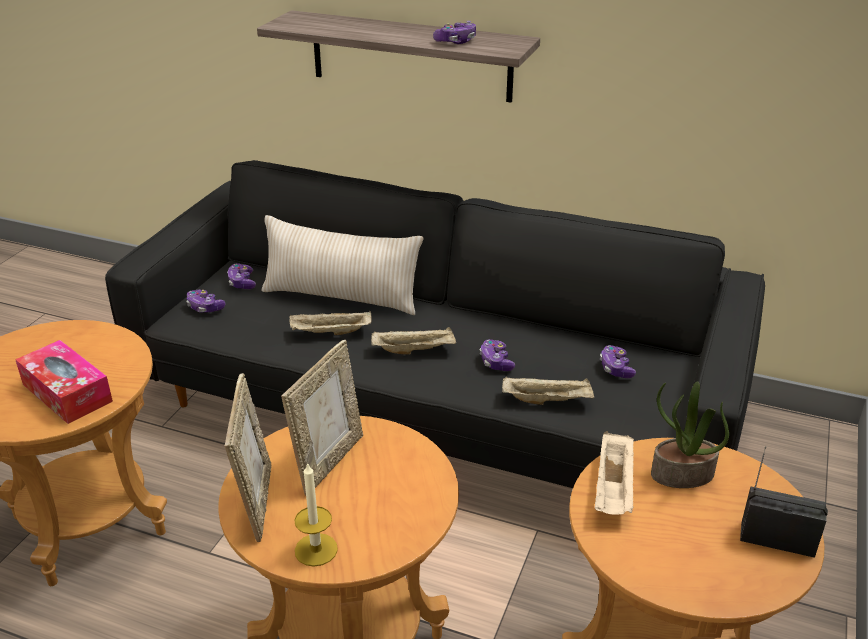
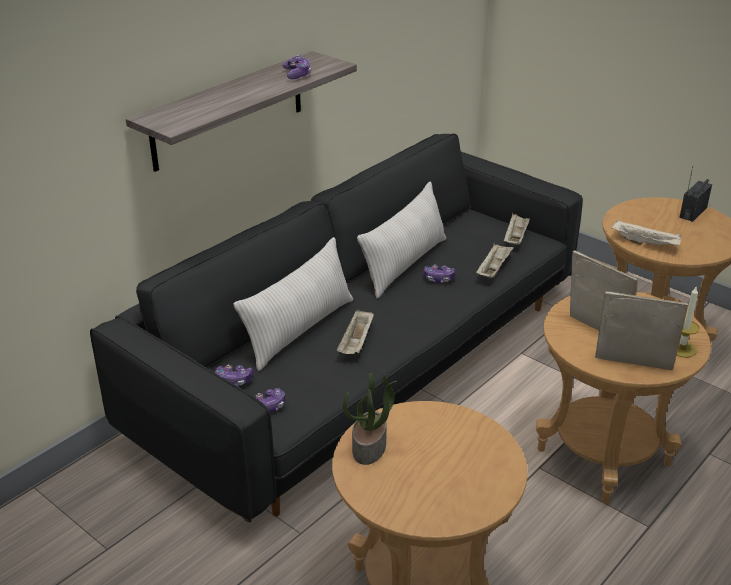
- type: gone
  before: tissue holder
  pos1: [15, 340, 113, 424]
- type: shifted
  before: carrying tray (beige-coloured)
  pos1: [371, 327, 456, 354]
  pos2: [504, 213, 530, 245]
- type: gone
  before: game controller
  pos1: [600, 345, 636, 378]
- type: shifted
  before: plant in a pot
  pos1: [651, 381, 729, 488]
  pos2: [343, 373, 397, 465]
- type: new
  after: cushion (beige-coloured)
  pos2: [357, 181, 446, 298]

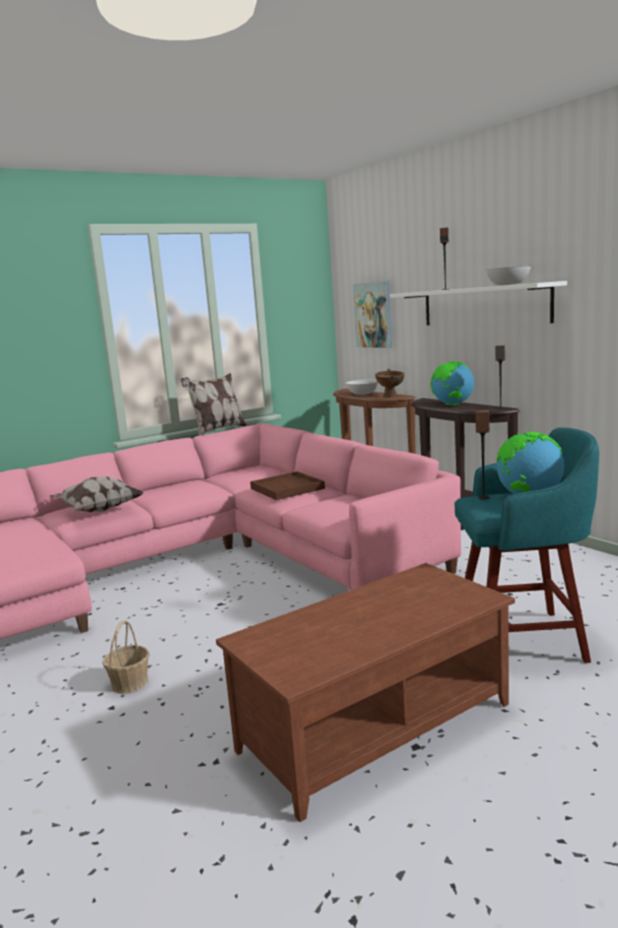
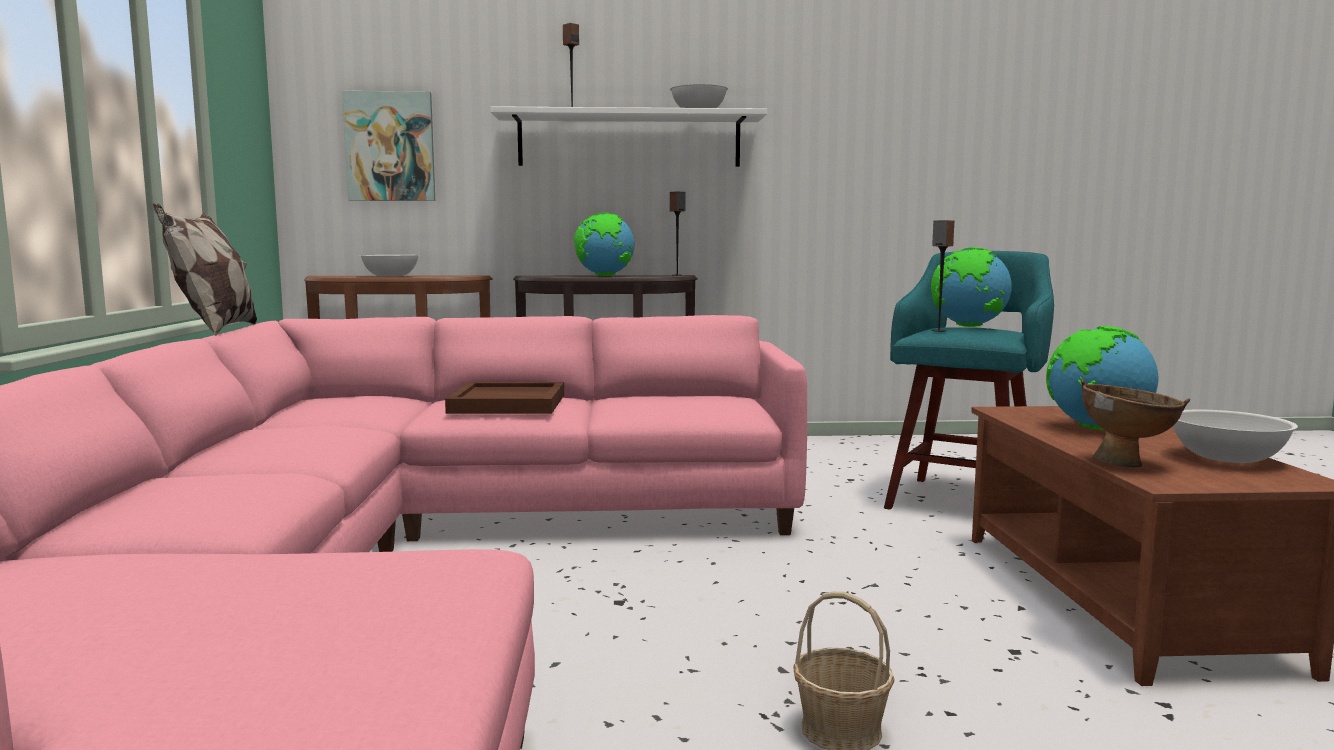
- type: gone
  before: cushion
  pos1: [49, 476, 144, 513]
- type: shifted
  before: bowl (brown)
  pos1: [375, 369, 404, 397]
  pos2: [1081, 380, 1190, 468]
- type: new
  after: globe
  pos2: [1046, 326, 1158, 430]
- type: new
  after: bowl (white)
  pos2: [1173, 410, 1298, 463]

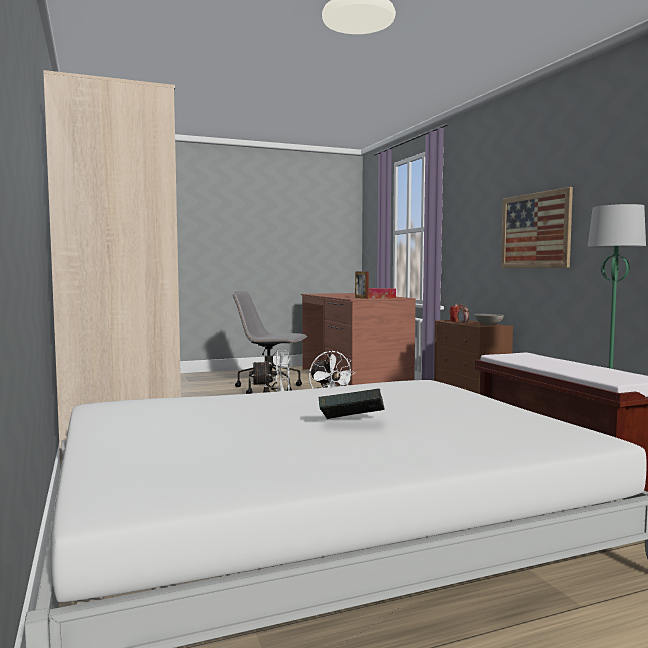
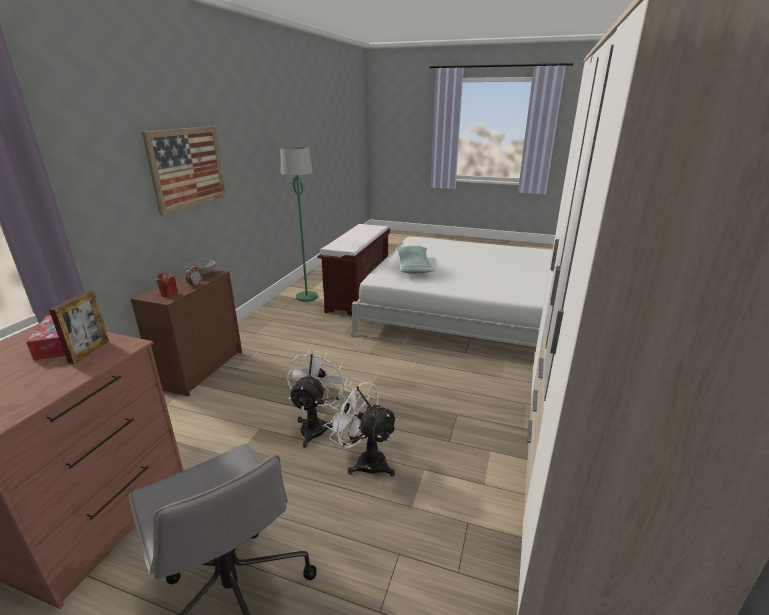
- type: gone
  before: bound book
  pos1: [319, 388, 385, 419]
- type: new
  after: cushion
  pos2: [396, 246, 435, 274]

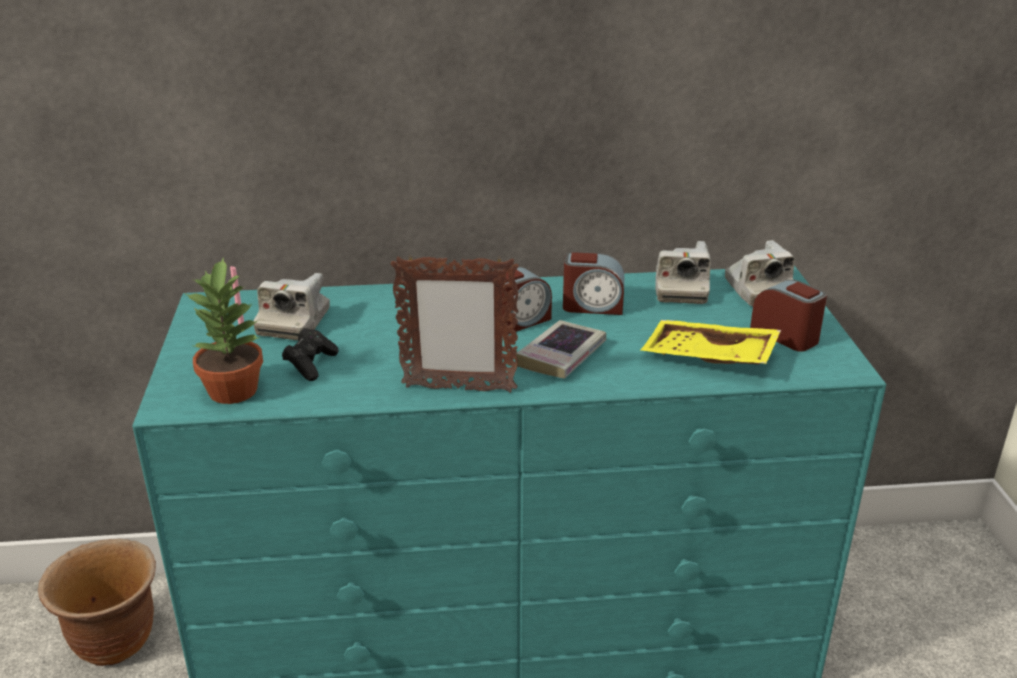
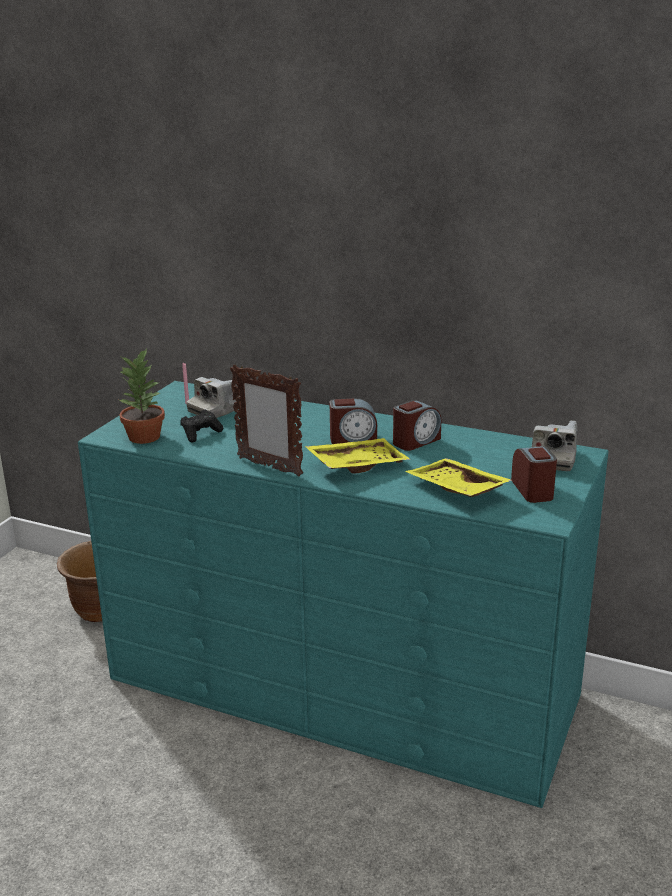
- type: swapped
  before: bound book
  after: carrying tray (yellowish)
  pos1: [516, 320, 606, 378]
  pos2: [305, 438, 411, 473]
- type: rotated
  before: table clock
  pos1: [563, 252, 624, 315]
  pos2: [393, 400, 441, 451]
  turn: -75
- type: gone
  before: still camera
  pos1: [655, 241, 711, 304]

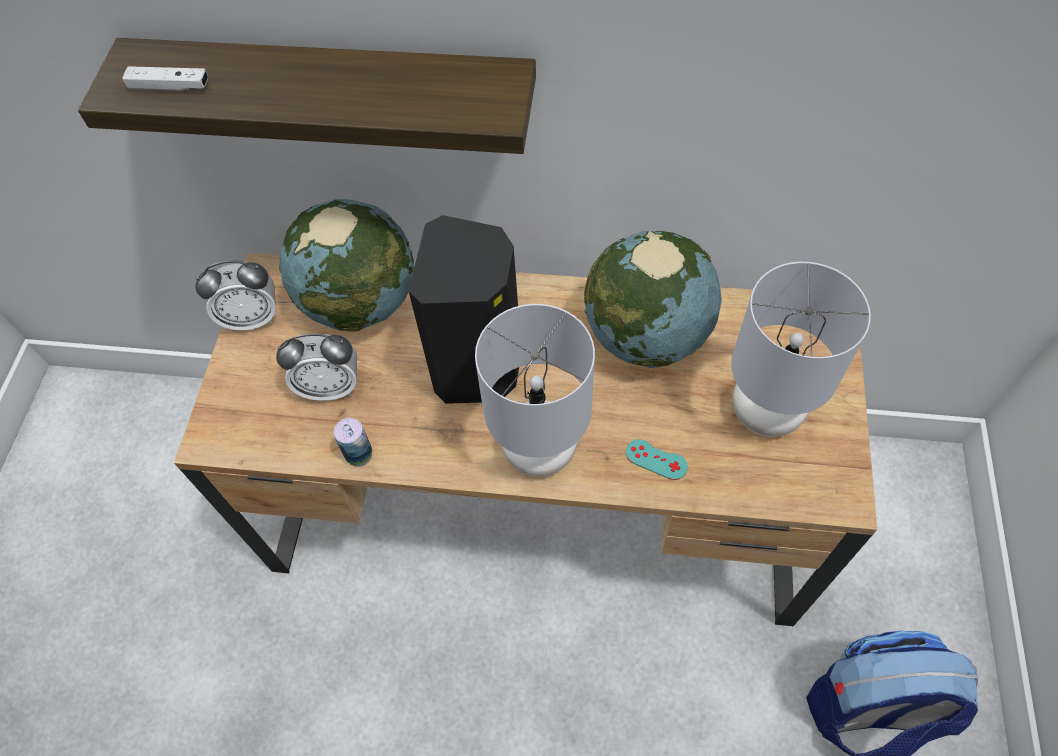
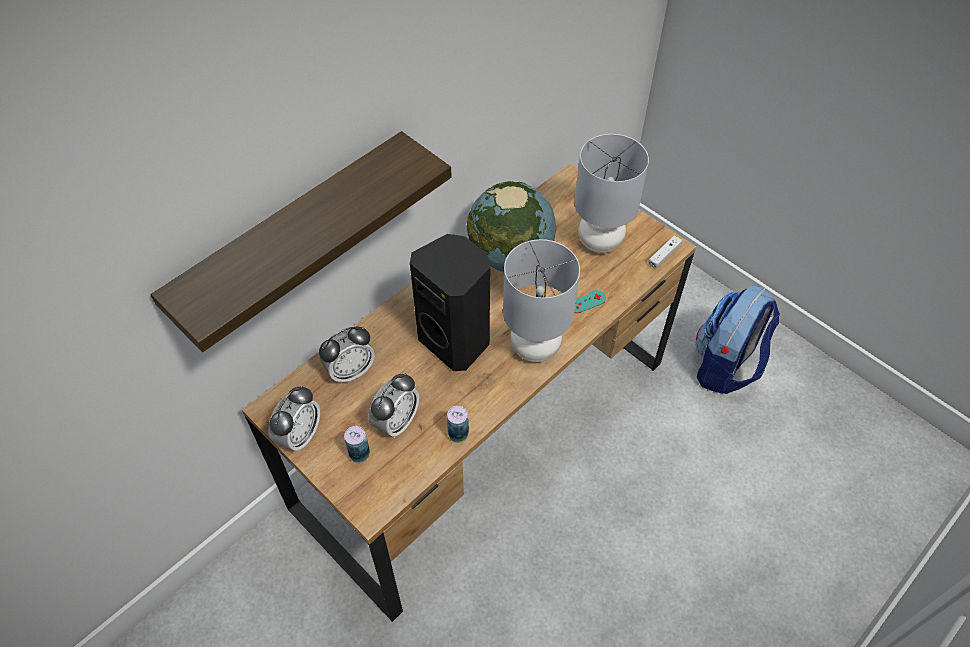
- type: shifted
  before: game controller (white)
  pos1: [122, 66, 208, 91]
  pos2: [648, 235, 682, 268]
- type: swapped
  before: globe
  after: table clock
  pos1: [279, 199, 415, 332]
  pos2: [319, 327, 375, 384]
- type: new
  after: sealed can
  pos2: [344, 426, 370, 463]

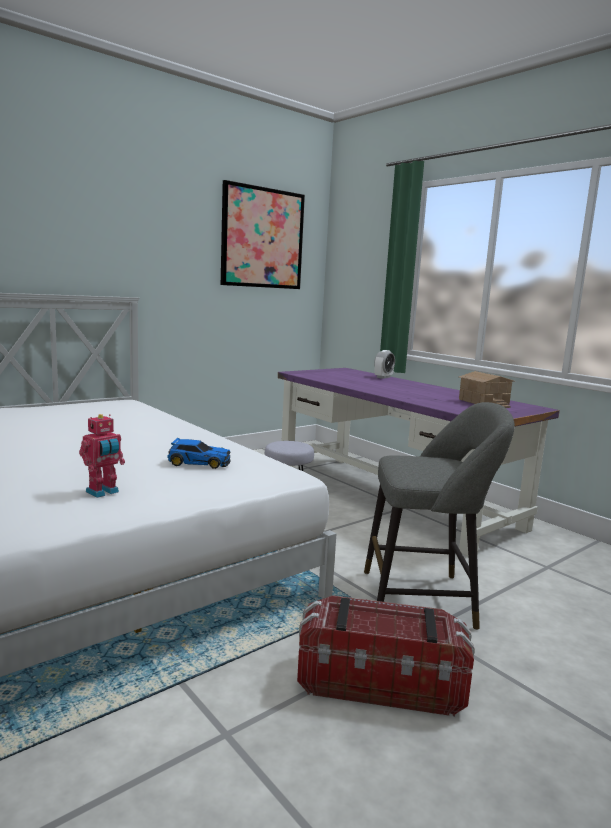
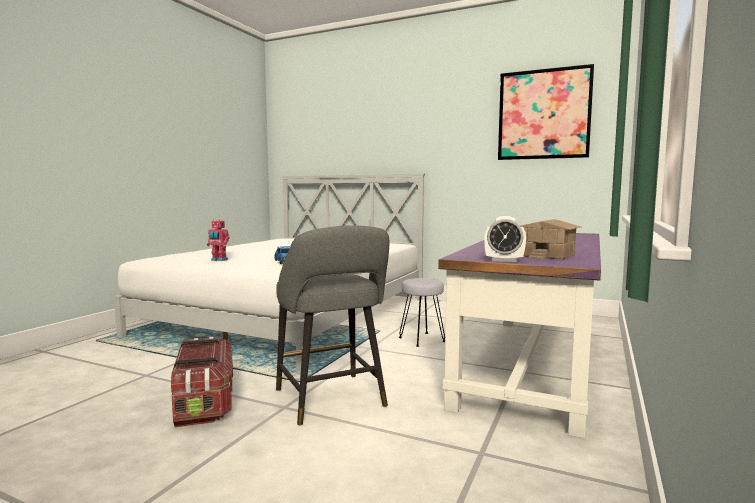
- type: shifted
  before: table clock
  pos1: [374, 350, 395, 379]
  pos2: [484, 216, 526, 262]

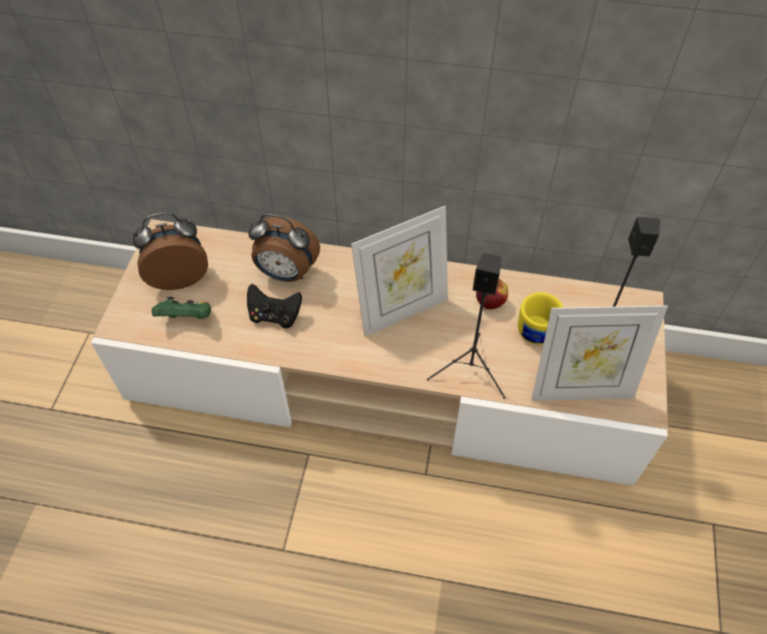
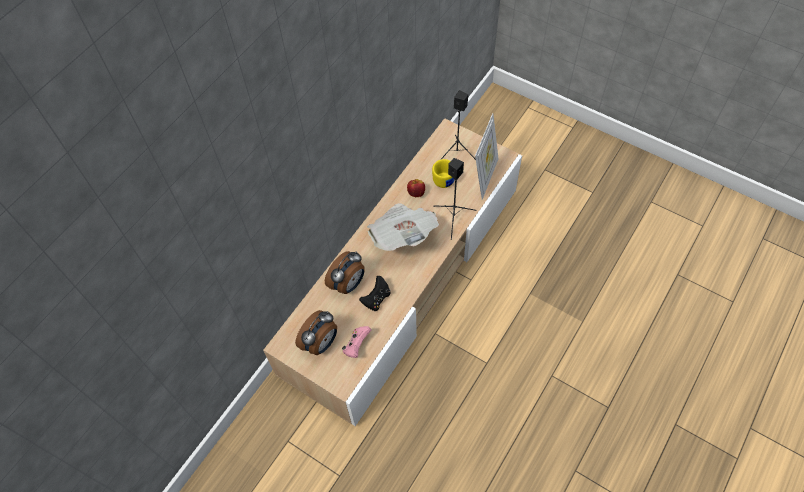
- type: rotated
  before: table clock
  pos1: [133, 212, 208, 290]
  pos2: [295, 310, 337, 355]
  turn: -150
- type: repainted
  before: game controller (green)
  after: game controller (pinkish)
  pos1: [152, 297, 211, 319]
  pos2: [342, 326, 372, 358]
- type: swapped
  before: photo frame
  after: printed paper
  pos1: [351, 206, 448, 337]
  pos2: [367, 203, 439, 251]

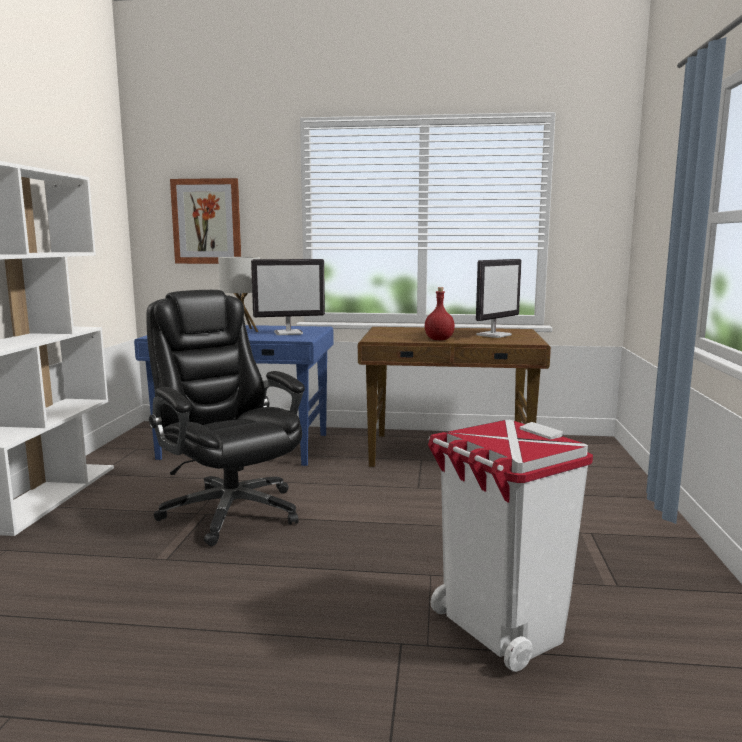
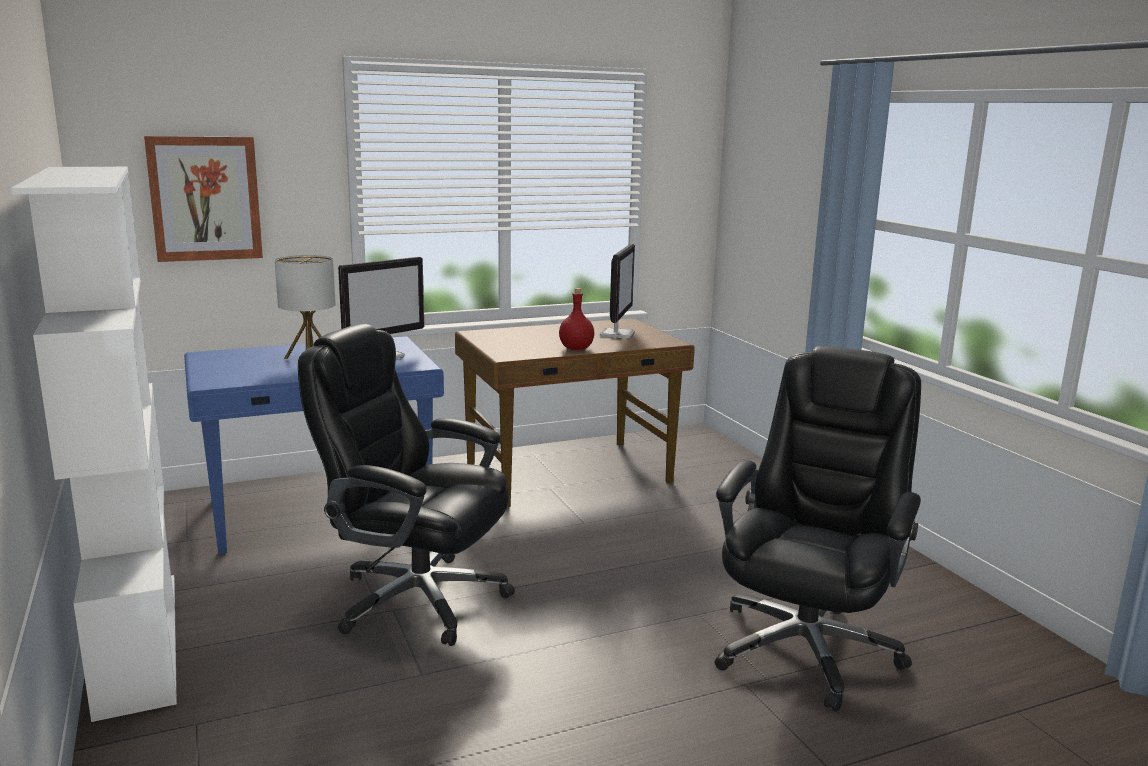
- type: swapped
  before: rubbish bin (white)
  after: desk chair (blackish)
  pos1: [428, 420, 593, 672]
  pos2: [714, 346, 921, 712]

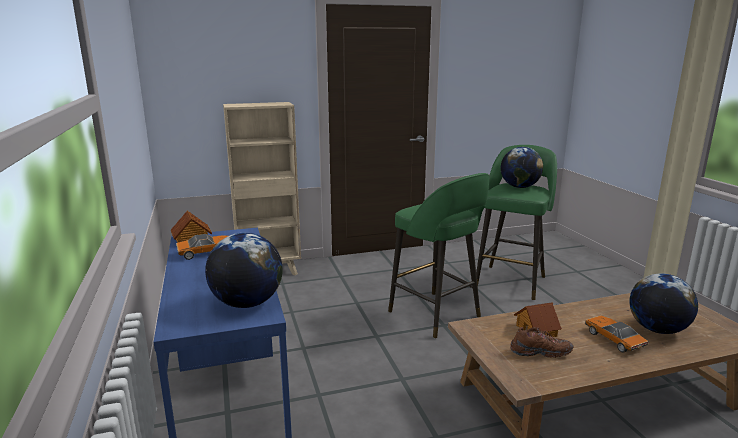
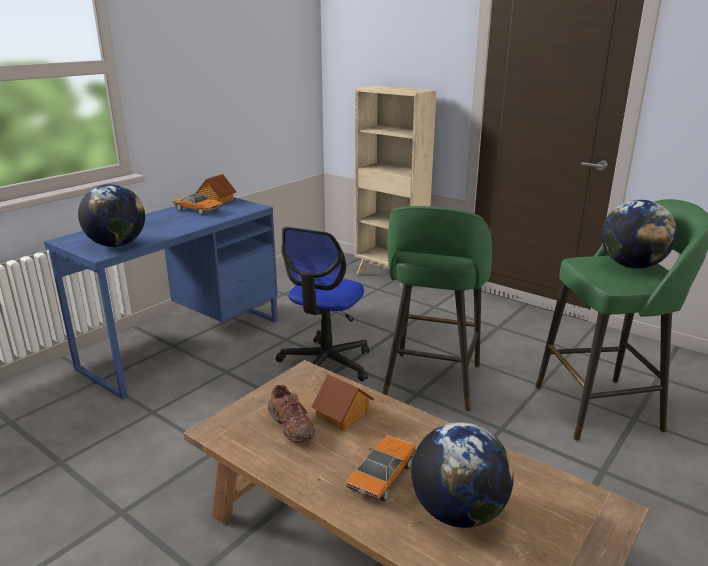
- type: new
  after: desk chair
  pos2: [276, 227, 369, 381]

